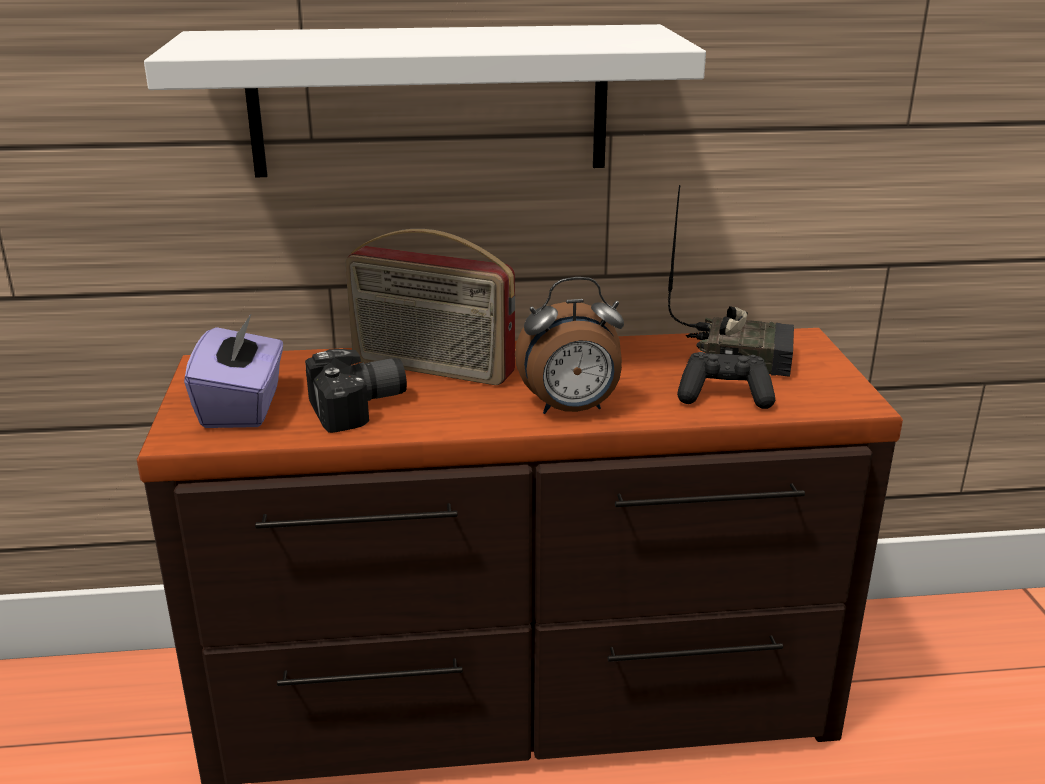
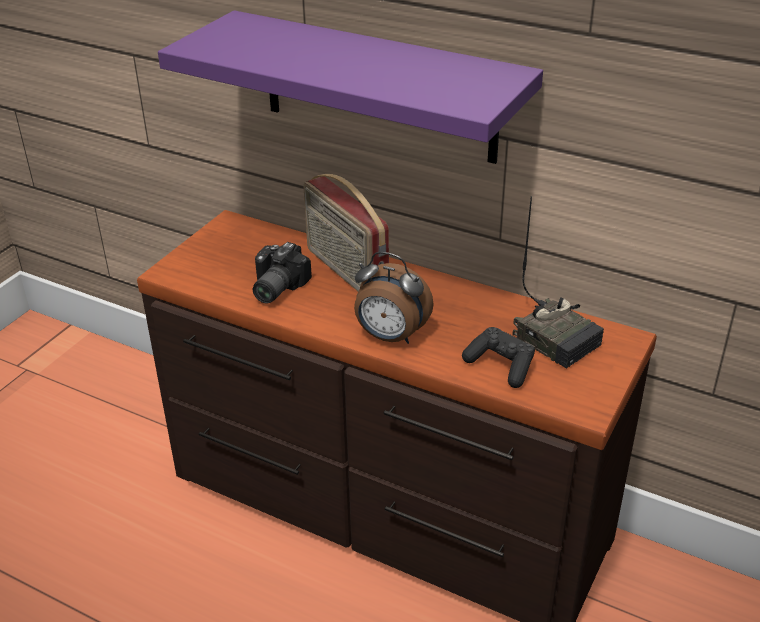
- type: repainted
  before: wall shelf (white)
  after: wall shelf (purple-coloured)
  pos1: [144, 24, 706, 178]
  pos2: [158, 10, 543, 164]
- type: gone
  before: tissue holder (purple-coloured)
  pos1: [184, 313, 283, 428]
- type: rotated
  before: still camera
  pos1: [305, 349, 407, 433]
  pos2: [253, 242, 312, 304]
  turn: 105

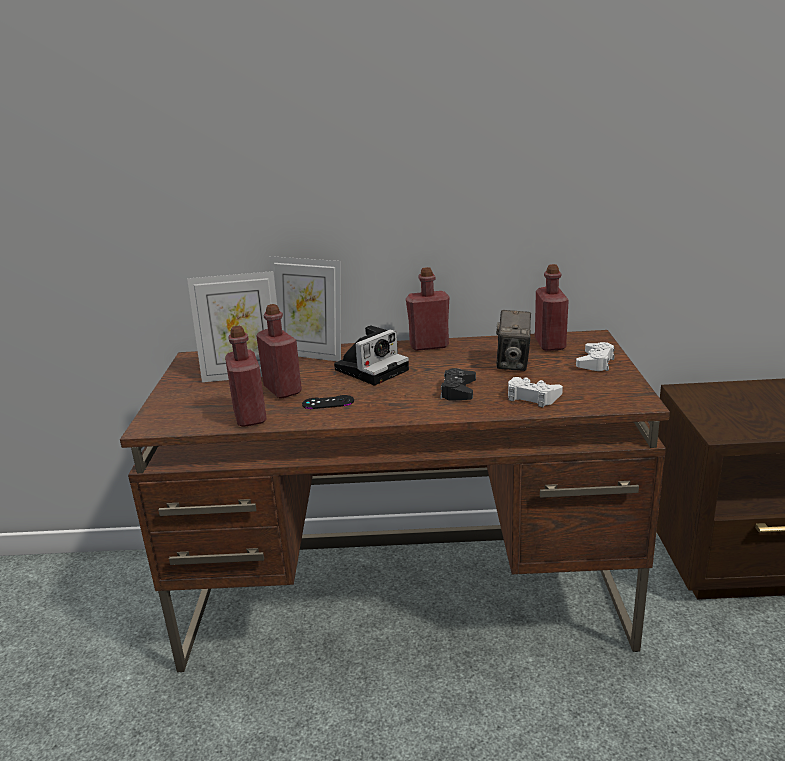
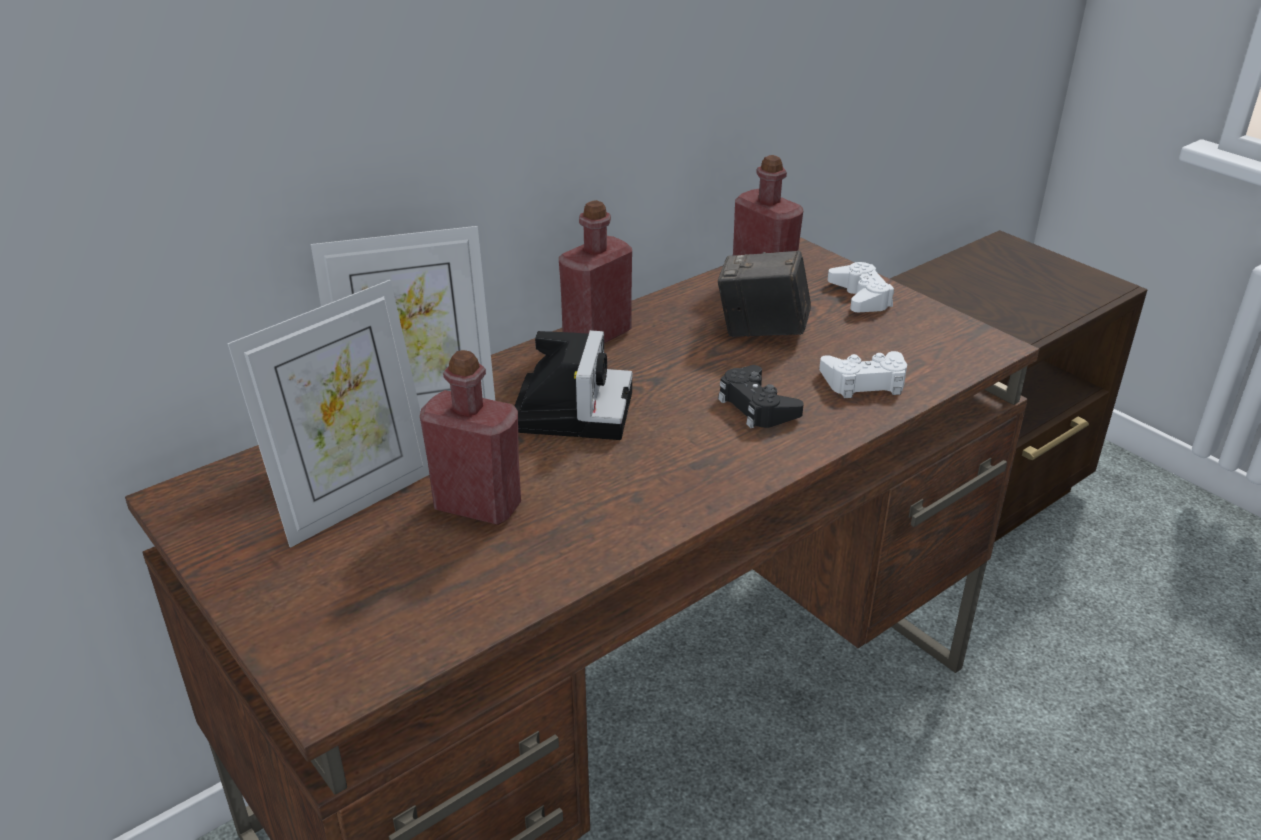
- type: gone
  before: bottle (red-coloured)
  pos1: [225, 326, 267, 427]
- type: gone
  before: game controller (blackish)
  pos1: [302, 395, 354, 409]
- type: rotated
  before: still camera
  pos1: [496, 310, 531, 371]
  pos2: [718, 250, 811, 337]
  turn: 135

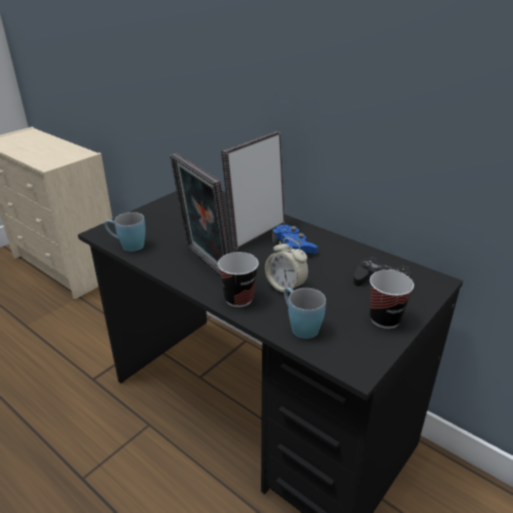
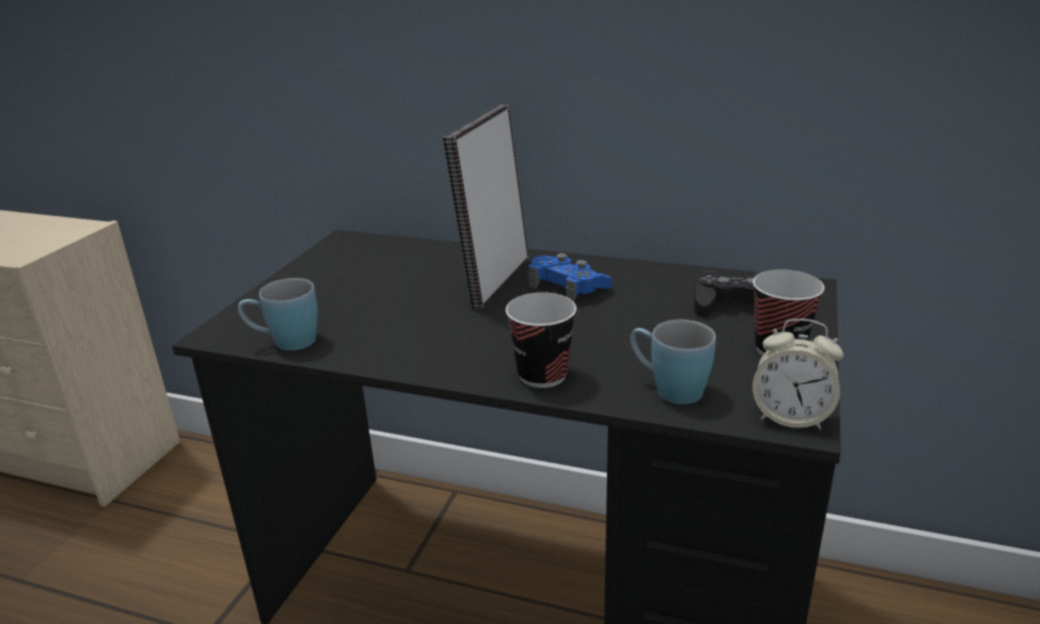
- type: gone
  before: photo frame
  pos1: [170, 153, 230, 276]
- type: shifted
  before: table clock
  pos1: [265, 238, 309, 292]
  pos2: [752, 319, 844, 430]

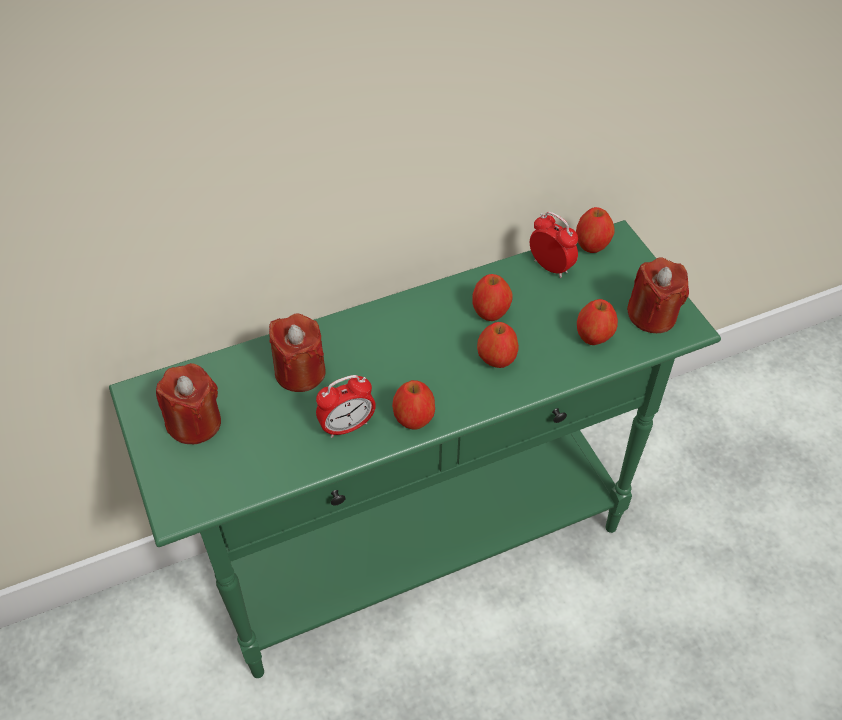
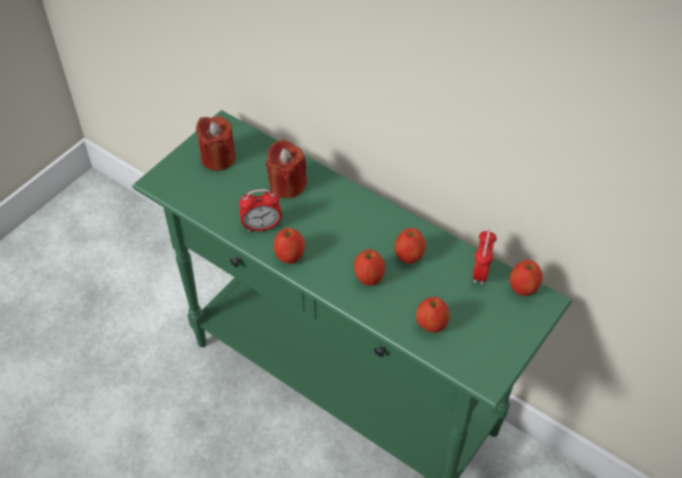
- type: rotated
  before: table clock
  pos1: [316, 375, 376, 438]
  pos2: [239, 189, 282, 232]
  turn: -45
- type: gone
  before: wax candle (red-coloured)
  pos1: [627, 257, 689, 333]

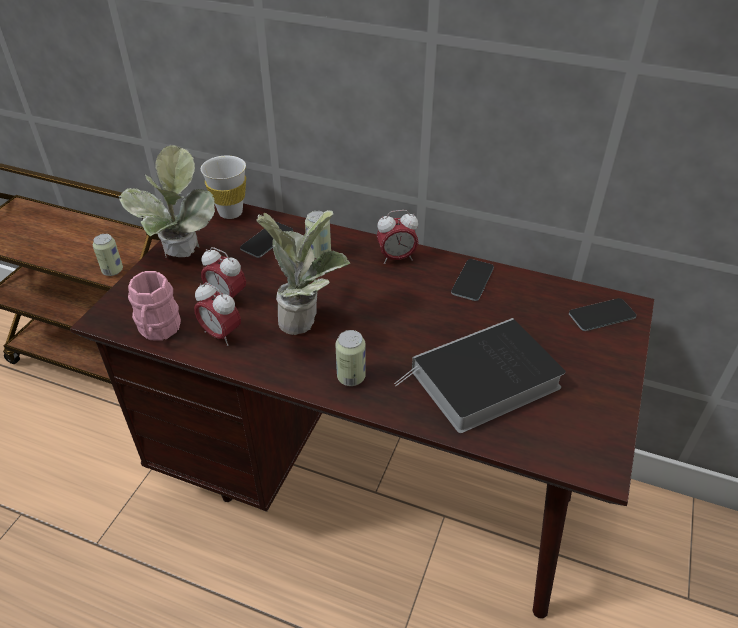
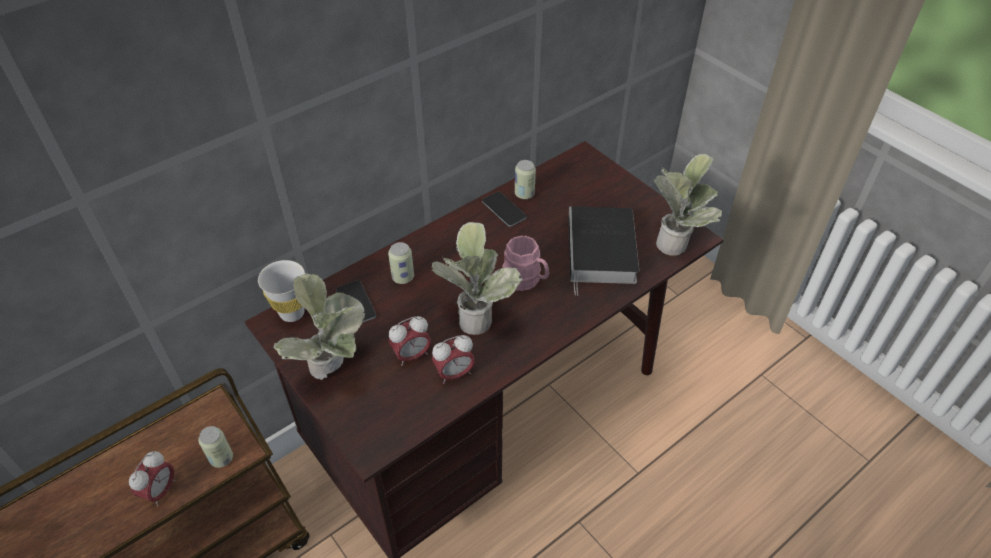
- type: shifted
  before: tea mug (pinkish)
  pos1: [128, 271, 181, 341]
  pos2: [502, 235, 549, 291]
- type: shifted
  before: sealed can
  pos1: [335, 330, 366, 386]
  pos2: [515, 160, 536, 199]
- type: shifted
  before: table clock
  pos1: [377, 210, 418, 264]
  pos2: [129, 451, 176, 506]
- type: gone
  before: phone
  pos1: [569, 298, 636, 331]
- type: new
  after: plant in a pot
  pos2: [654, 154, 722, 256]

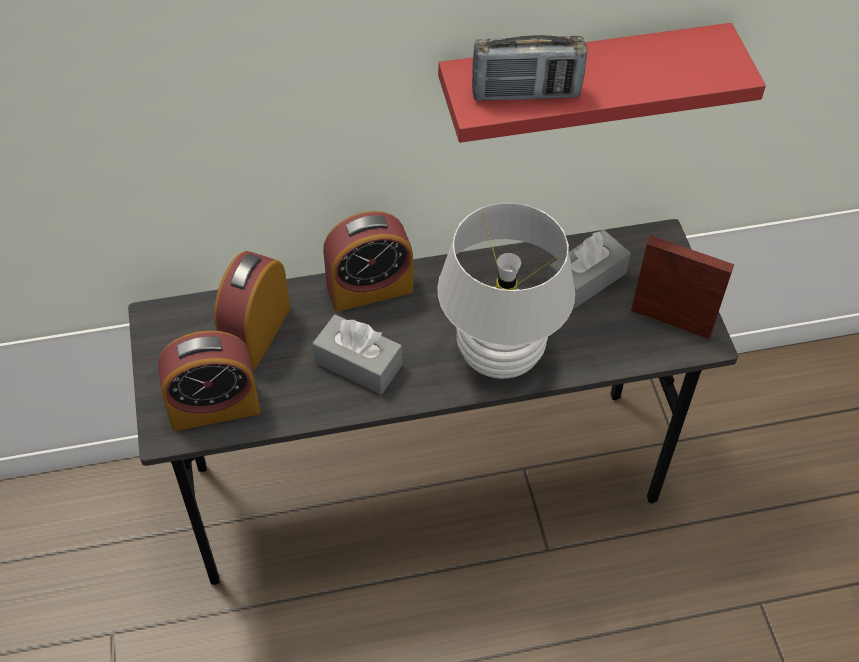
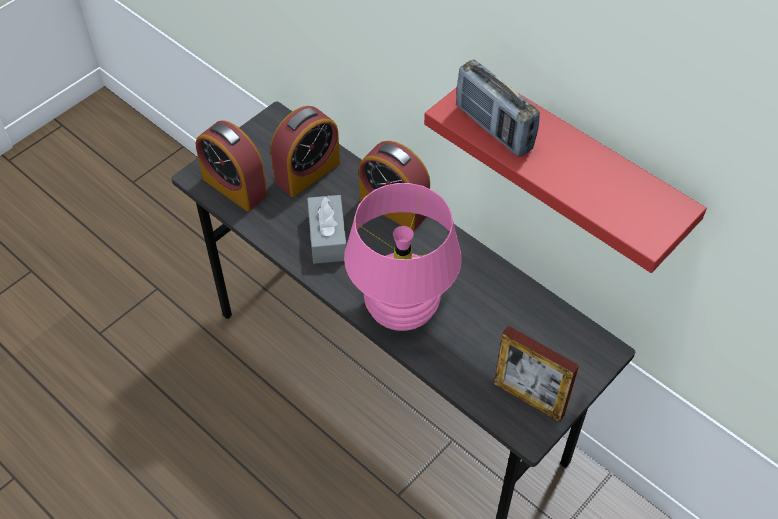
- type: rotated
  before: table clock
  pos1: [214, 251, 290, 370]
  pos2: [270, 106, 340, 197]
  turn: 150
- type: repainted
  before: tabletop lamp (white)
  after: tabletop lamp (pinkish)
  pos1: [438, 202, 575, 379]
  pos2: [344, 183, 461, 331]
- type: gone
  before: tissue holder (grey)
  pos1: [547, 230, 631, 309]
- type: rotated
  before: photo frame
  pos1: [631, 235, 734, 339]
  pos2: [494, 326, 579, 422]
  turn: 135

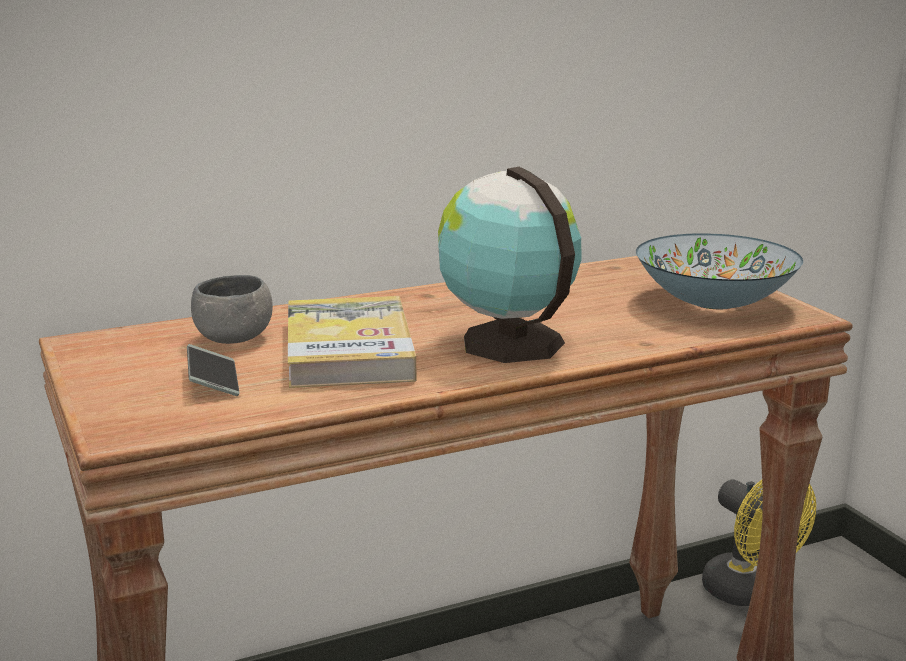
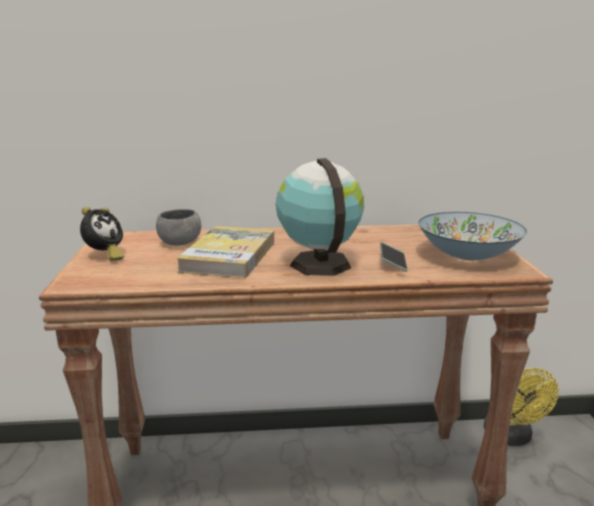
- type: shifted
  before: phone
  pos1: [187, 344, 240, 396]
  pos2: [380, 242, 408, 272]
- type: new
  after: table clock
  pos2: [80, 207, 124, 261]

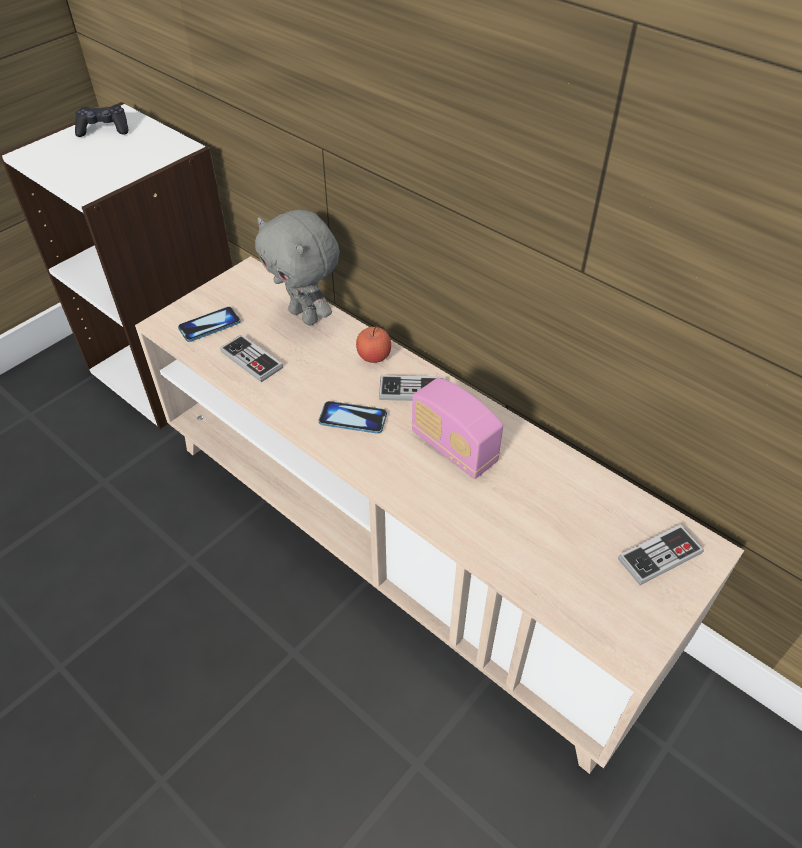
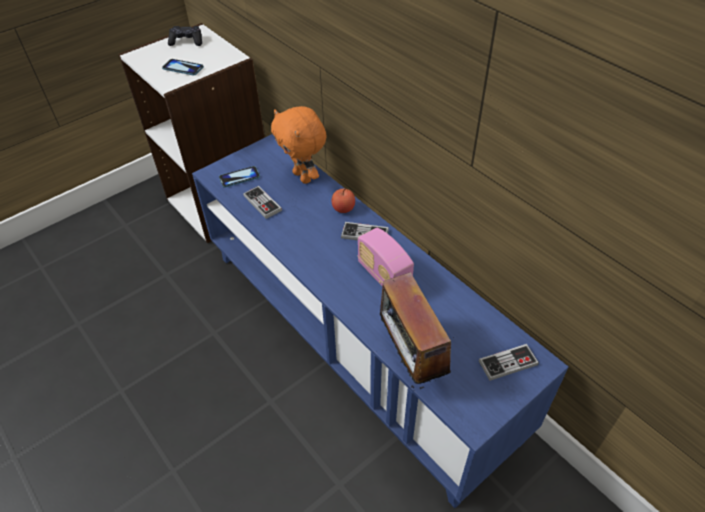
- type: repainted
  before: tv stand (beige-coloured)
  after: tv stand (blue)
  pos1: [135, 256, 744, 774]
  pos2: [192, 134, 568, 508]
- type: repainted
  before: plush toy (grey)
  after: plush toy (orange)
  pos1: [255, 210, 340, 326]
  pos2: [271, 106, 327, 184]
- type: shifted
  before: phone
  pos1: [319, 401, 387, 434]
  pos2: [162, 59, 204, 76]
- type: new
  after: radio receiver
  pos2: [380, 269, 451, 390]

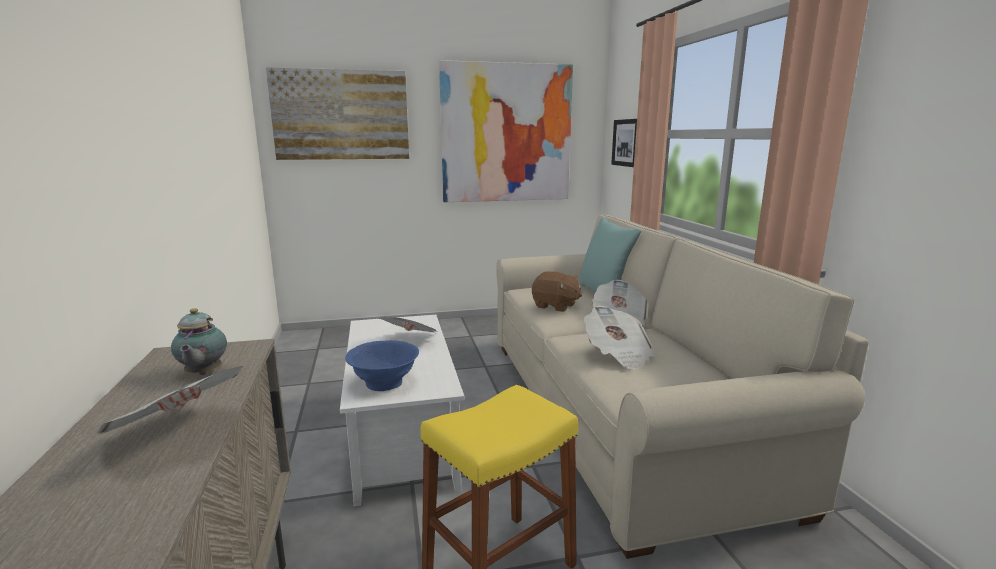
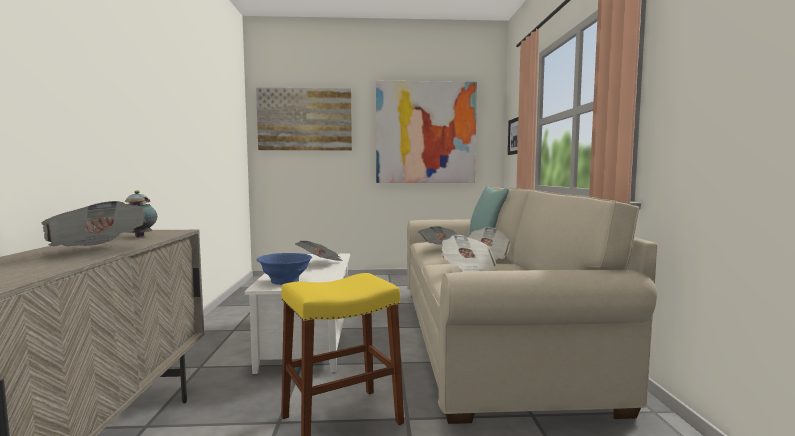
- type: swapped
  before: plush toy (brown)
  after: printed paper
  pos1: [532, 271, 582, 312]
  pos2: [418, 226, 458, 245]

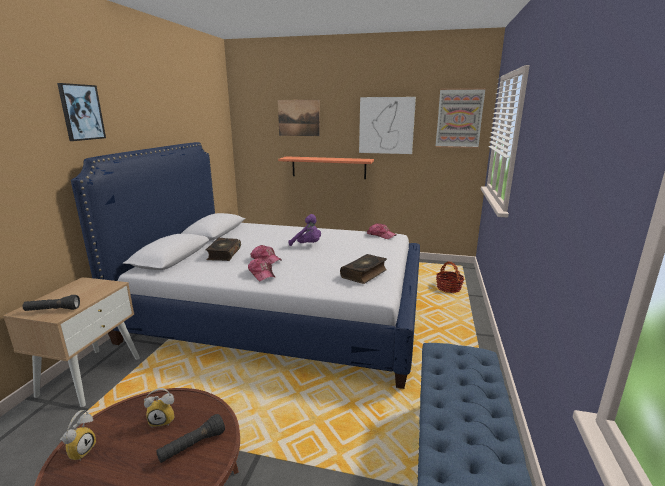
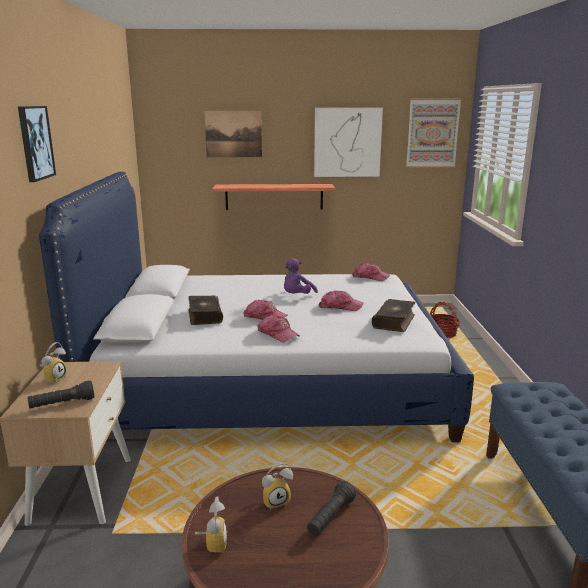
- type: rotated
  before: plush toy (purple-coloured)
  pos1: [289, 214, 321, 246]
  pos2: [284, 258, 318, 294]
  turn: 105
- type: new
  after: table clock
  pos2: [39, 342, 67, 384]
- type: new
  after: cap
  pos2: [319, 290, 364, 311]

